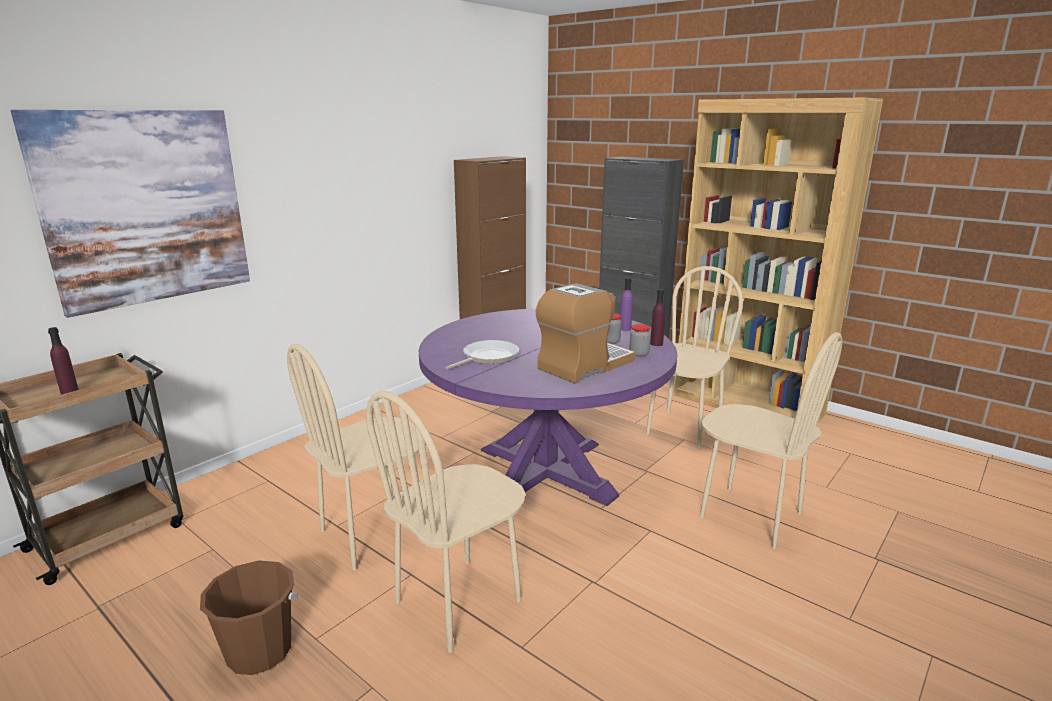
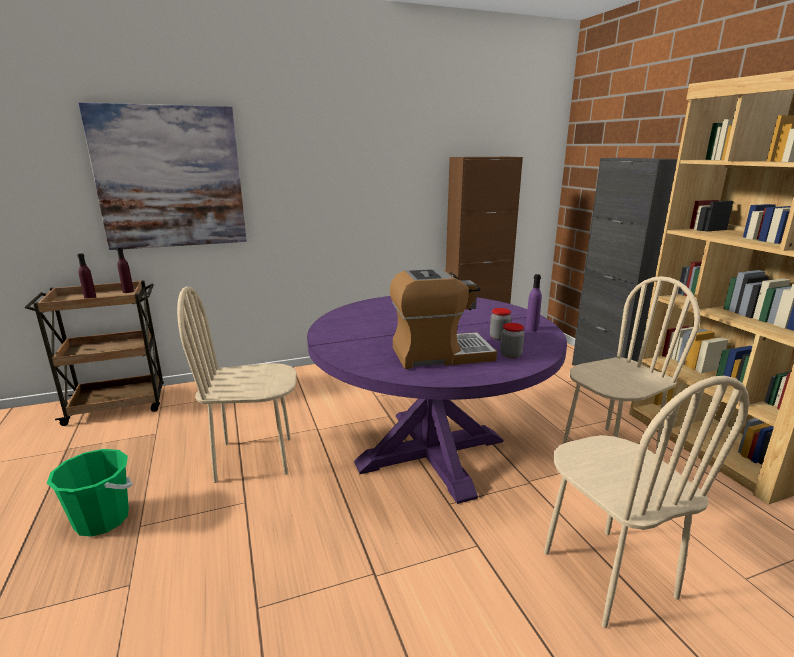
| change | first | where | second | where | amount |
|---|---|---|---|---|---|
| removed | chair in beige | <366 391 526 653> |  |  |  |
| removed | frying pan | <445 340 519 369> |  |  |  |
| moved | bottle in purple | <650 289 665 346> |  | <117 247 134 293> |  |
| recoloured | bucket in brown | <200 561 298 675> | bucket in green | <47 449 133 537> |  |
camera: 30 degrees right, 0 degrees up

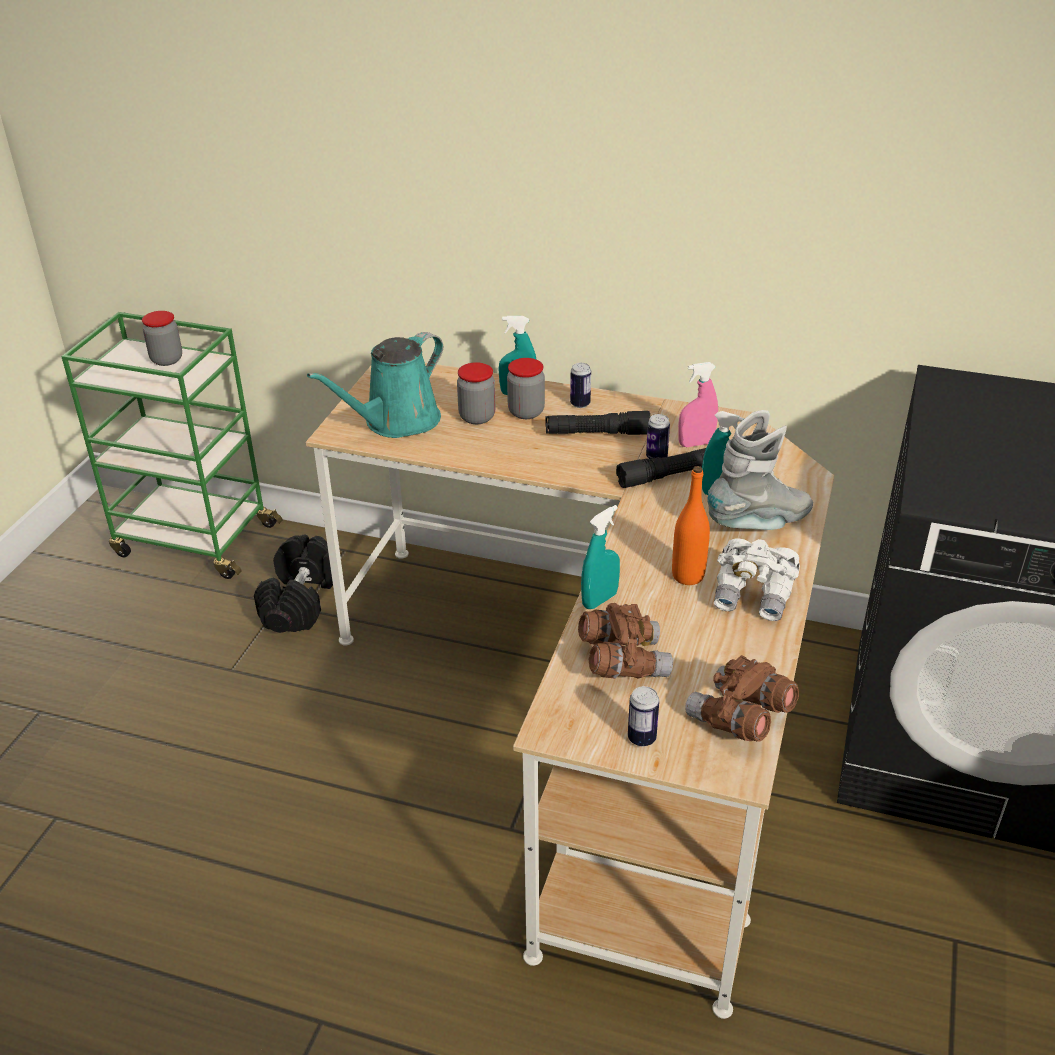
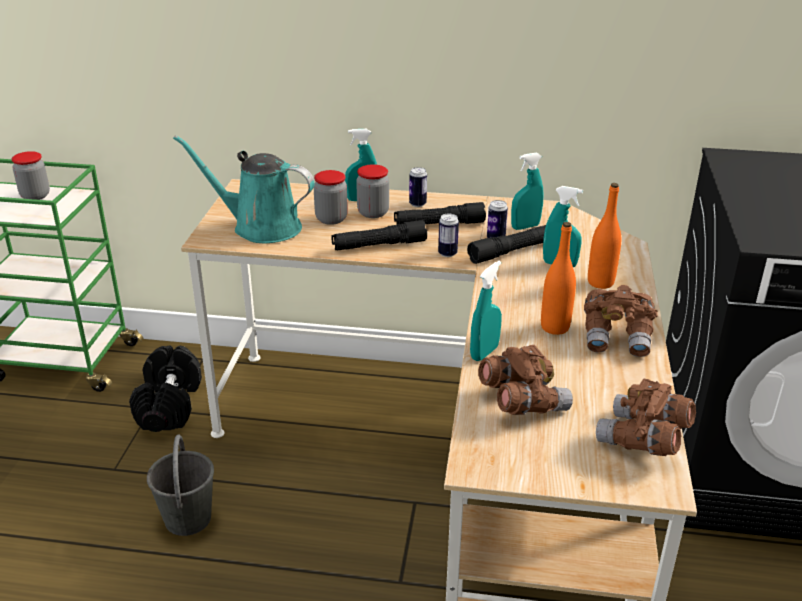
| change | first | where | second | where | amount |
|---|---|---|---|---|---|
| added |  |  | bucket in grey | <147 434 214 536> |  |
| added |  |  | flashlight in black | <331 220 427 251> |  |
| moved | can | <628 686 659 747> |  | <438 214 459 257> |  |
| replaced | boot in grey | <707 410 813 530> | bottle in orange | <588 183 621 289> |  |
| recoloured | spray bottle in pink | <678 362 718 447> | spray bottle in turquoise | <511 153 544 230> |  |
| recoloured | binoculars in white | <714 539 800 621> | binoculars in brown | <584 285 658 357> |  |
| turned | watering can in turquoise | <307 332 443 438> |  | <173 135 315 243> | 75 degrees clockwise |
camera: 10 degrees left, 5 degrees down

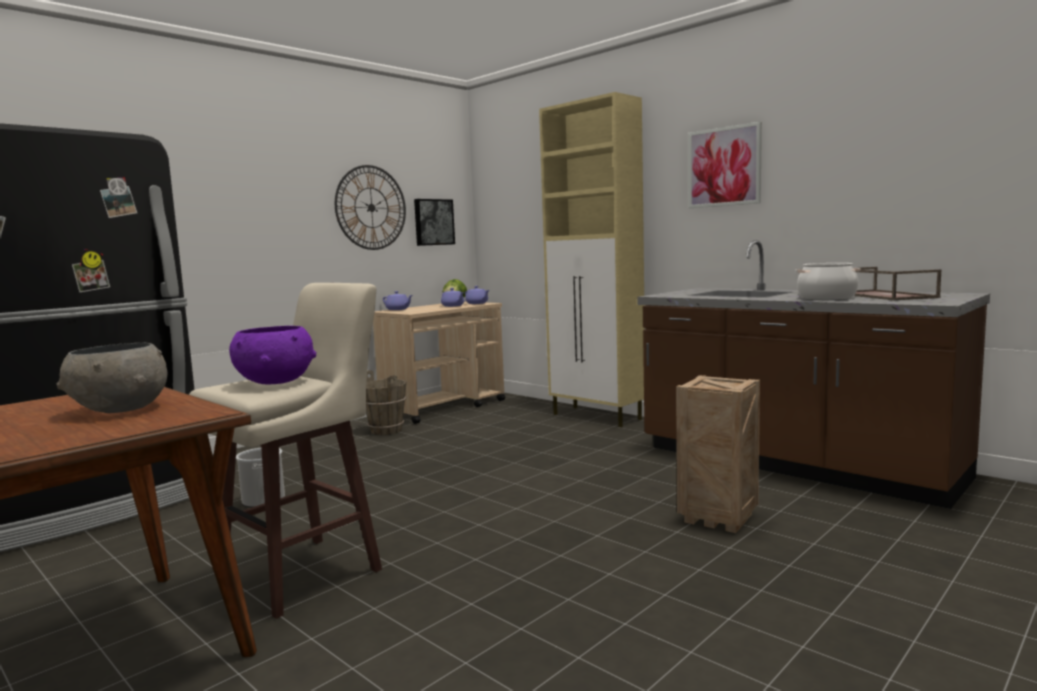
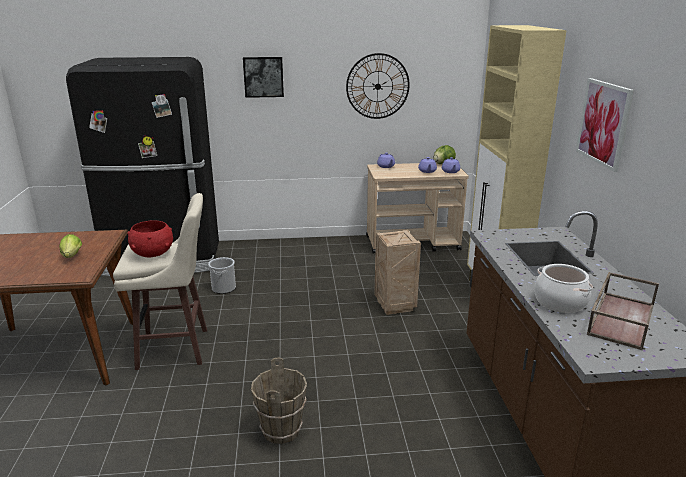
| change | first | where | second | where | amount |
|---|---|---|---|---|---|
| moved | bucket in brown | <366 370 407 435> |  | <251 358 307 444> |  |
| moved | picture | <414 199 455 246> |  | <243 57 284 98> |  |
| moved | crate | <676 375 760 533> |  | <374 230 421 315> |  |
| replaced | bowl in grey | <57 343 168 413> | lettuce | <59 234 82 258> |  |
| recoloured | bowl in purple | <229 326 316 384> | bowl in red | <127 220 173 257> |  |
camera: 40 degrees right, 15 degrees up

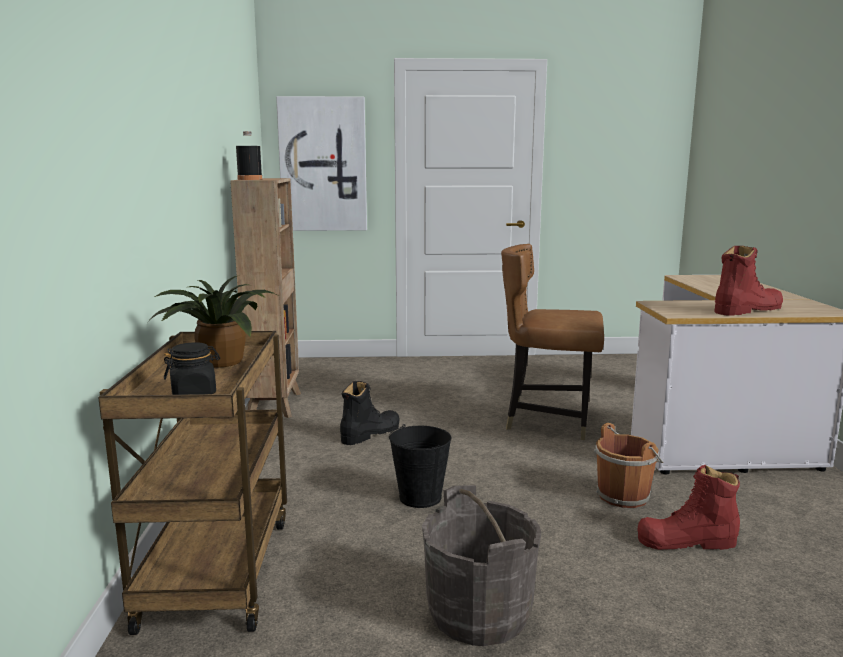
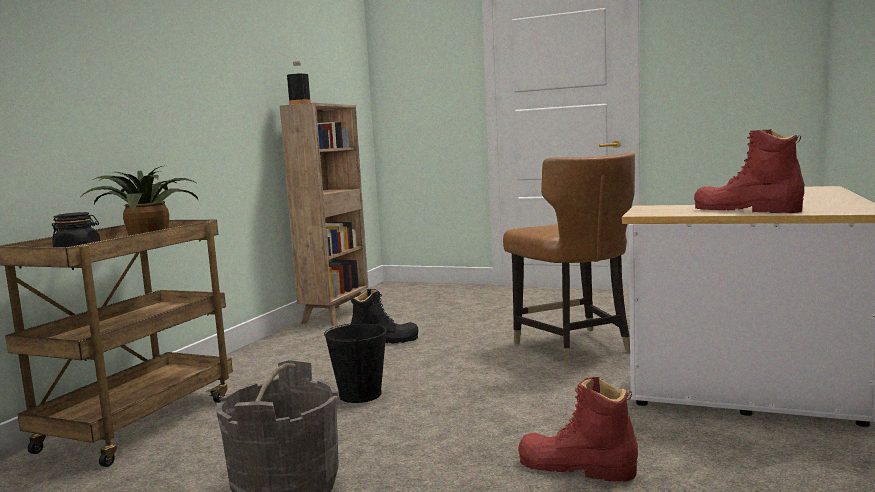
| change | first | where | second | where | amount |
|---|---|---|---|---|---|
| removed | picture | <276 96 367 231> |  |  |  |
| removed | bucket in brown | <594 423 664 508> |  |  |  |
| turned | chair in brown | <501 244 604 440> |  | <503 152 635 364> | 150 degrees counterclockwise |
| turned | boot in red | <714 245 783 316> |  | <694 130 804 213> | 135 degrees counterclockwise |
camera: 25 degrees right, 5 degrees down

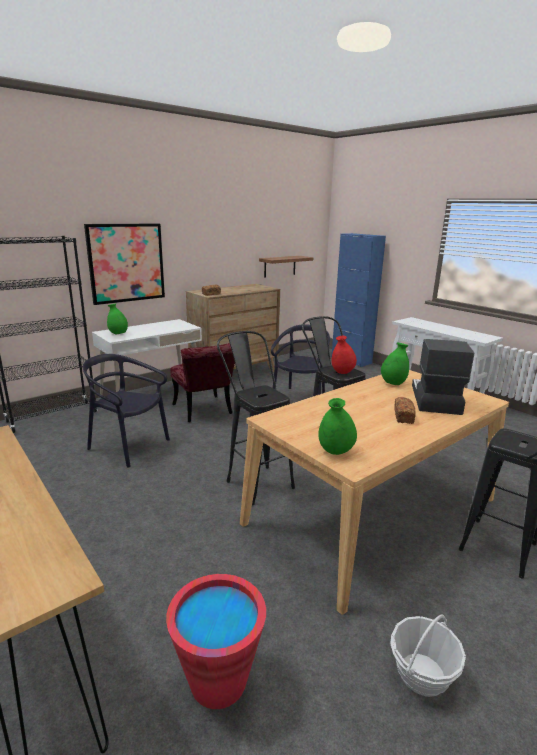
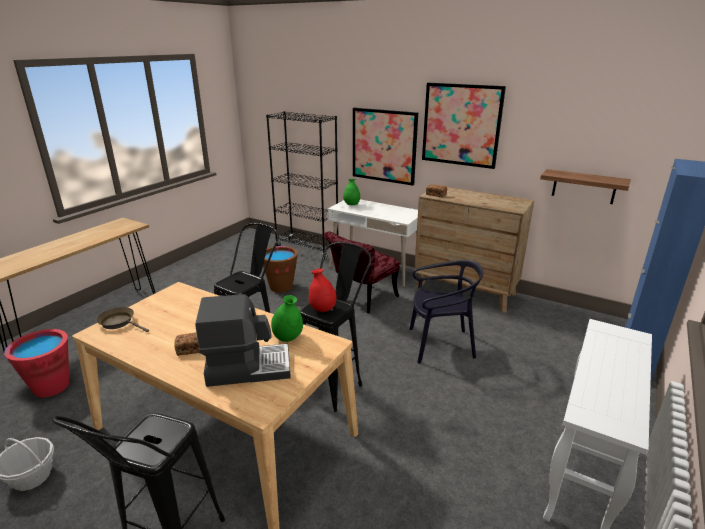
| change | first | where | second | where | amount |
|---|---|---|---|---|---|
| added |  |  | picture | <422 83 506 169> |  |
| replaced | chair in black | <83 354 170 468> | bucket in brown | <263 246 298 293> |  |
| replaced | vase in green | <318 398 357 455> | frying pan in brown | <96 307 149 332> |  |
camera: 70 degrees right, 5 degrees up

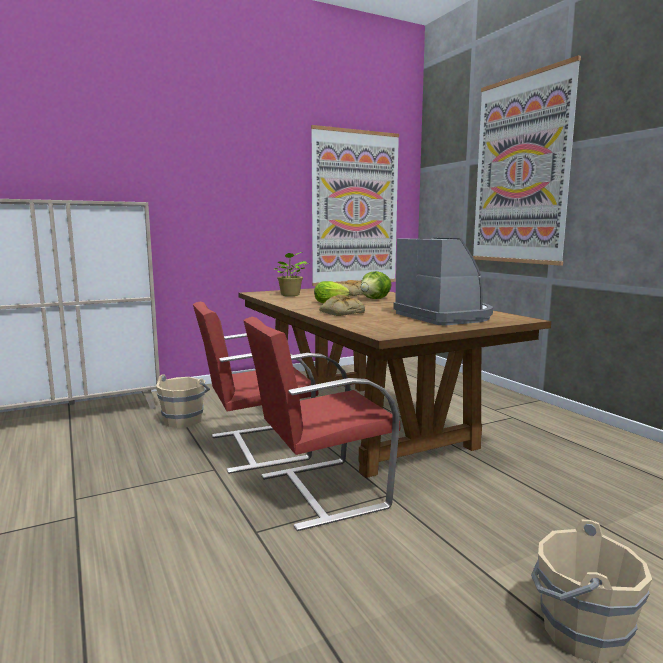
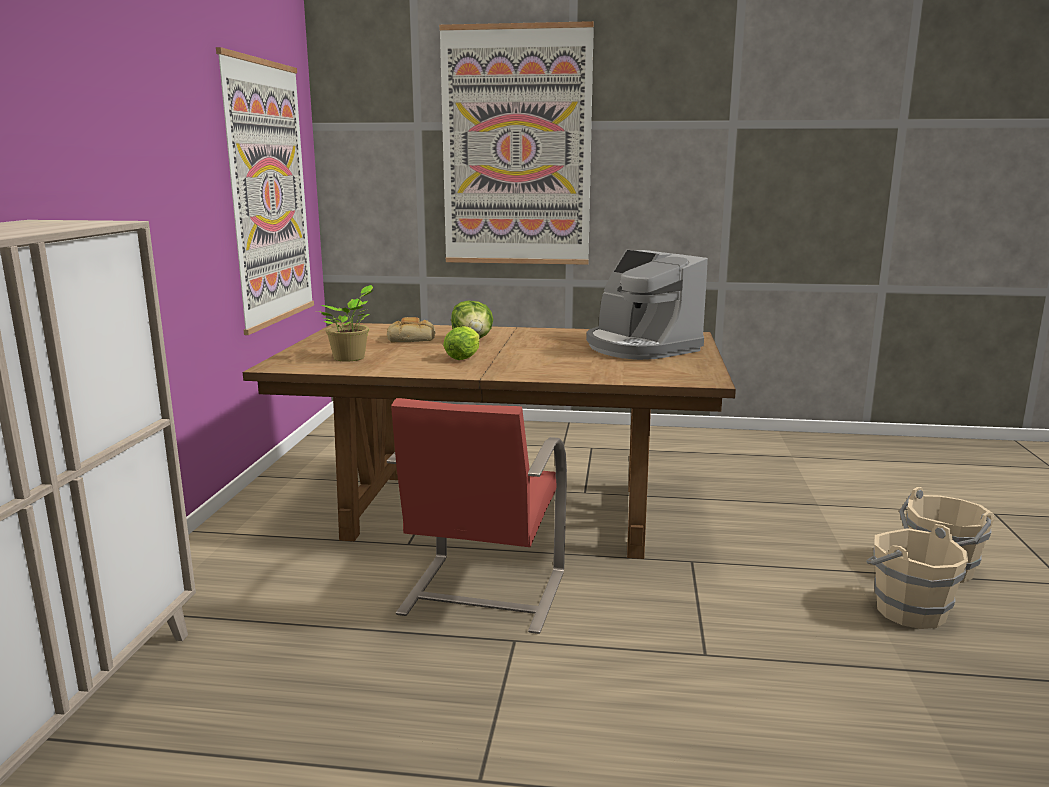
| change | first | where | second | where | amount |
|---|---|---|---|---|---|
| removed | chair in red | <243 317 400 531> |  |  |  |
| removed | bread | <319 295 365 316> |  |  |  |
| moved | bucket in beige | <156 374 210 428> |  | <866 524 968 629> |  |
| turned | coffee machine | <393 238 493 326> |  | <586 250 708 360> | 135 degrees counterclockwise |
camera: 55 degrees left, 5 degrees up

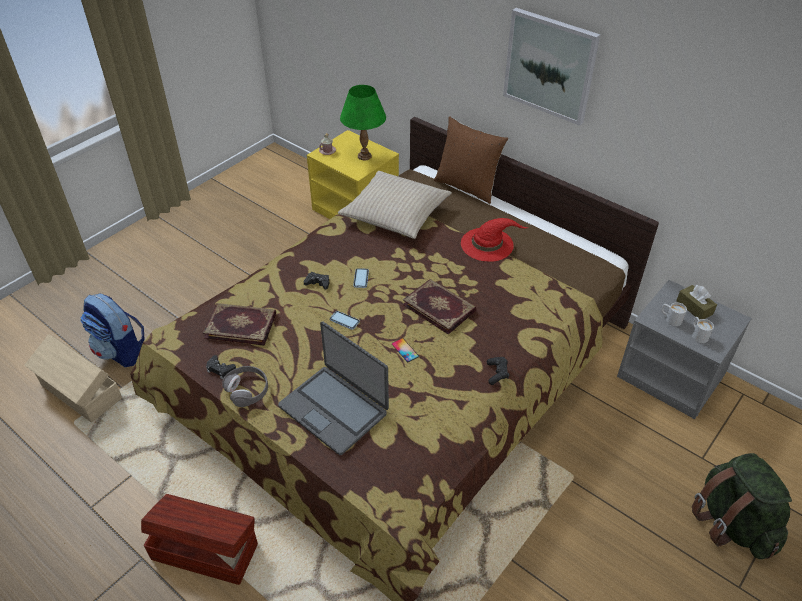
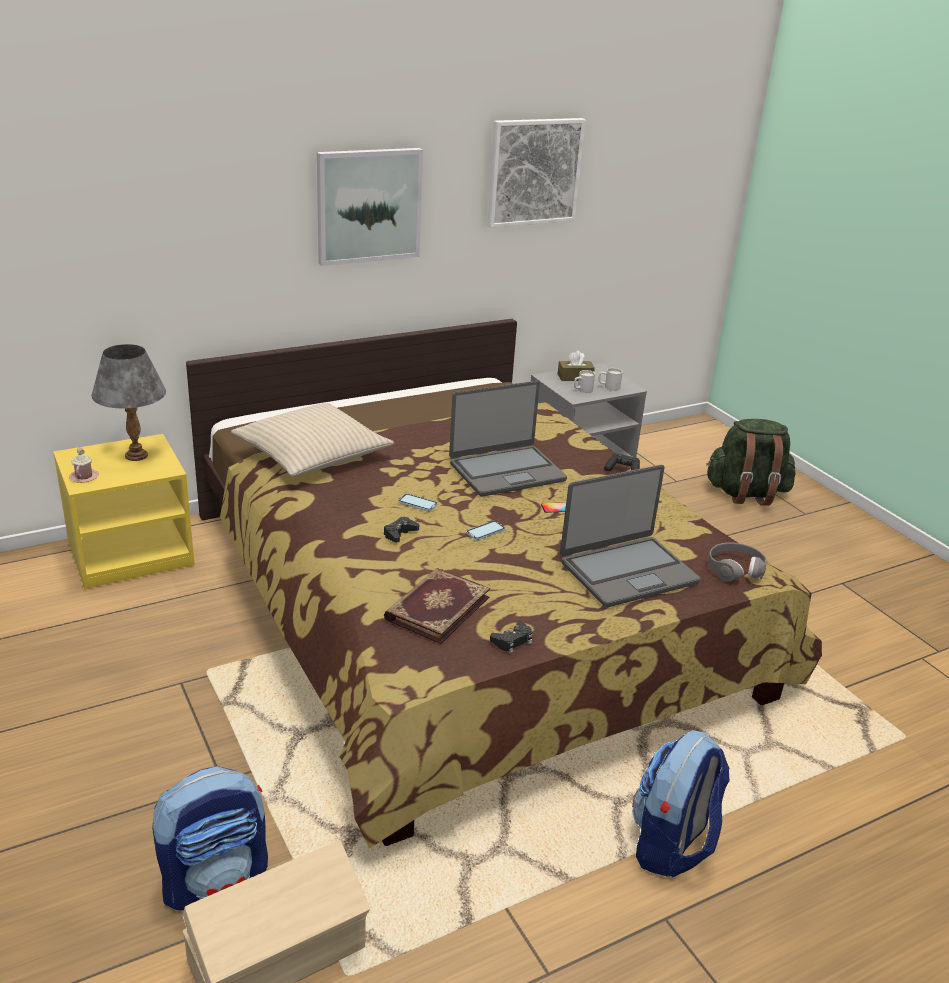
| change | first | where | second | where | amount |
|---|---|---|---|---|---|
| removed | pillow in brown | <434 116 508 204> |  |  |  |
| removed | hat in red | <461 218 529 262> |  |  |  |
| added |  |  | picture | <487 118 586 228> |  |
| moved | headphones in grey | <222 366 268 407> |  | <708 542 766 582> |  |
| replaced | storage box in brown | <141 494 258 585> | backpack | <632 730 730 877> |  |
| replaced | book | <403 279 476 334> | laptop | <449 381 567 497> |  |
| recoloured | table lamp in green | <340 85 386 160> | table lamp in grey | <91 344 166 461> |  |
camera: 70 degrees left, 15 degrees down

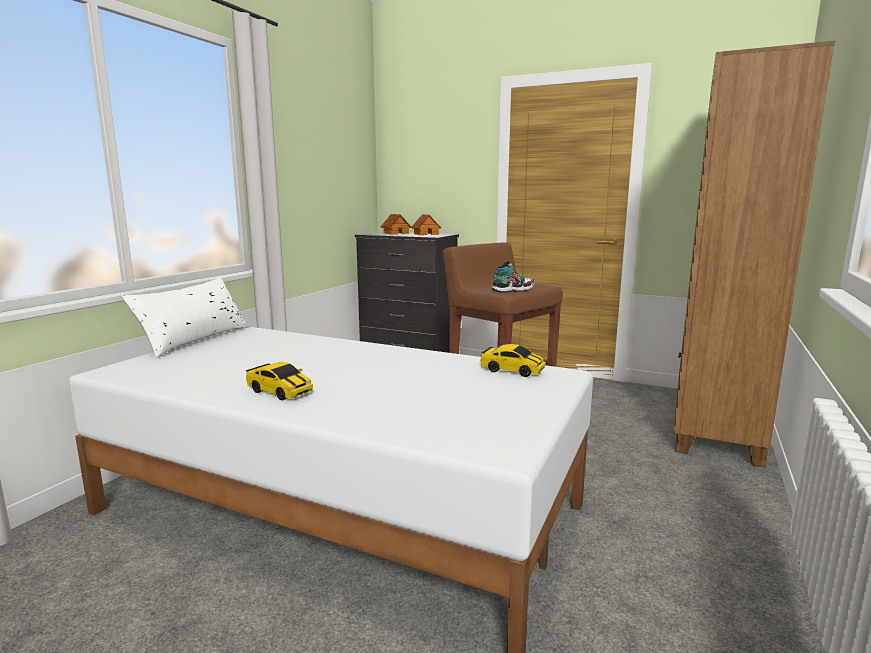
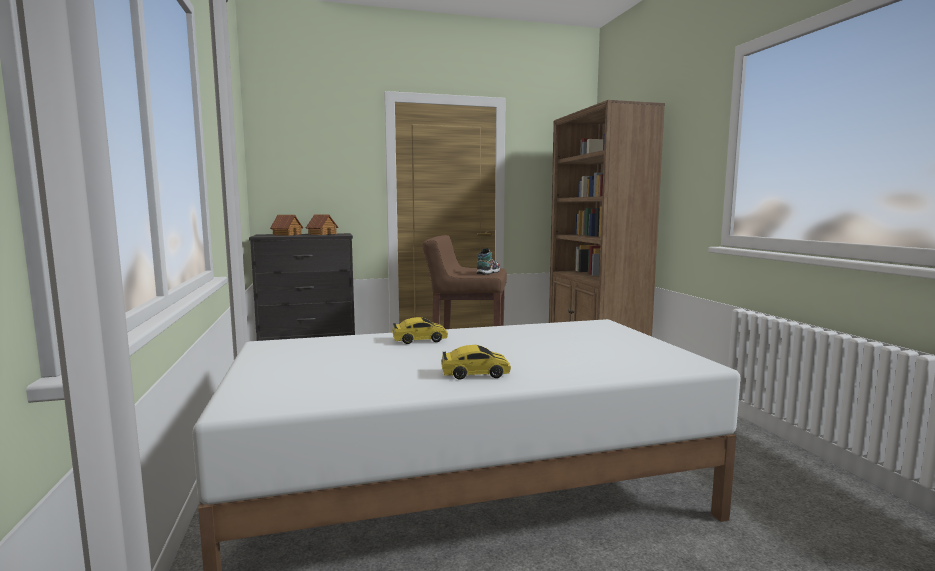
| change | first | where | second | where | amount |
|---|---|---|---|---|---|
| removed | pillow in white | <122 277 248 358> |  |  |  |
| moved | toy car | <480 344 546 377> |  | <392 317 448 344> |  |
camera: 40 degrees left, 5 degrees down

